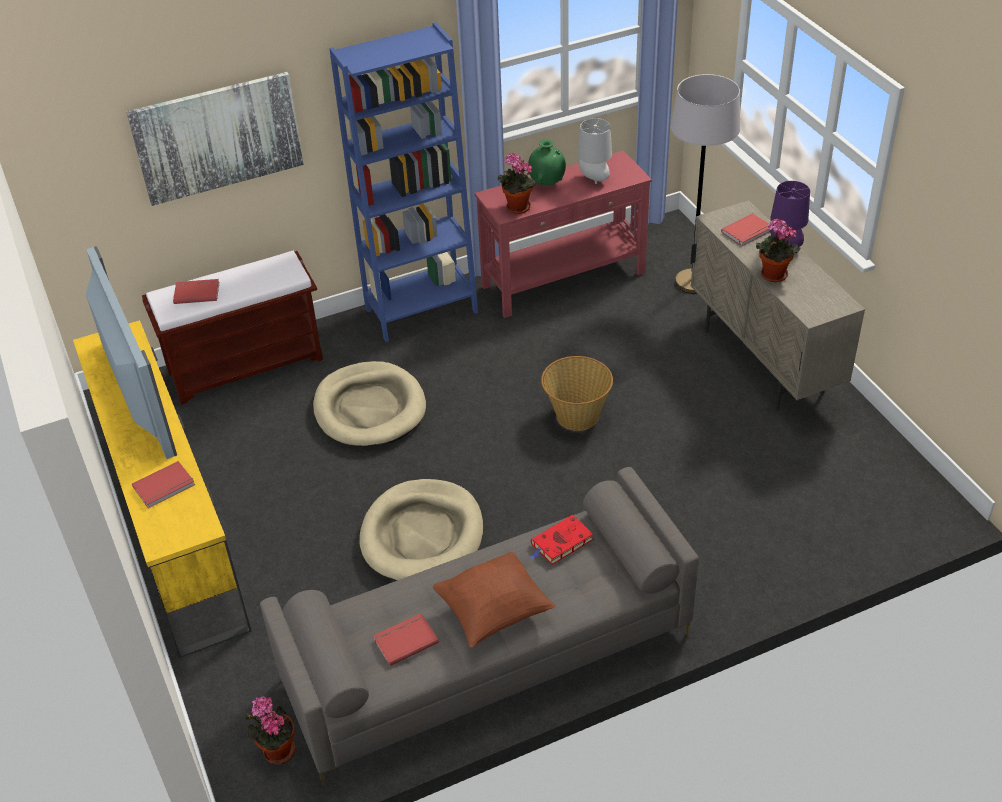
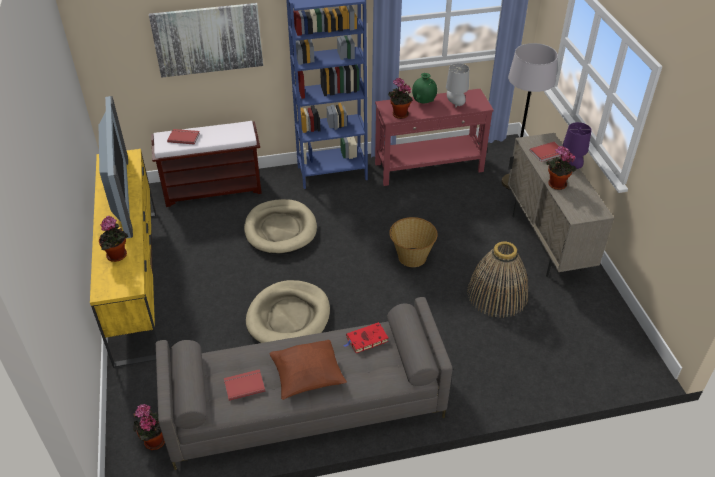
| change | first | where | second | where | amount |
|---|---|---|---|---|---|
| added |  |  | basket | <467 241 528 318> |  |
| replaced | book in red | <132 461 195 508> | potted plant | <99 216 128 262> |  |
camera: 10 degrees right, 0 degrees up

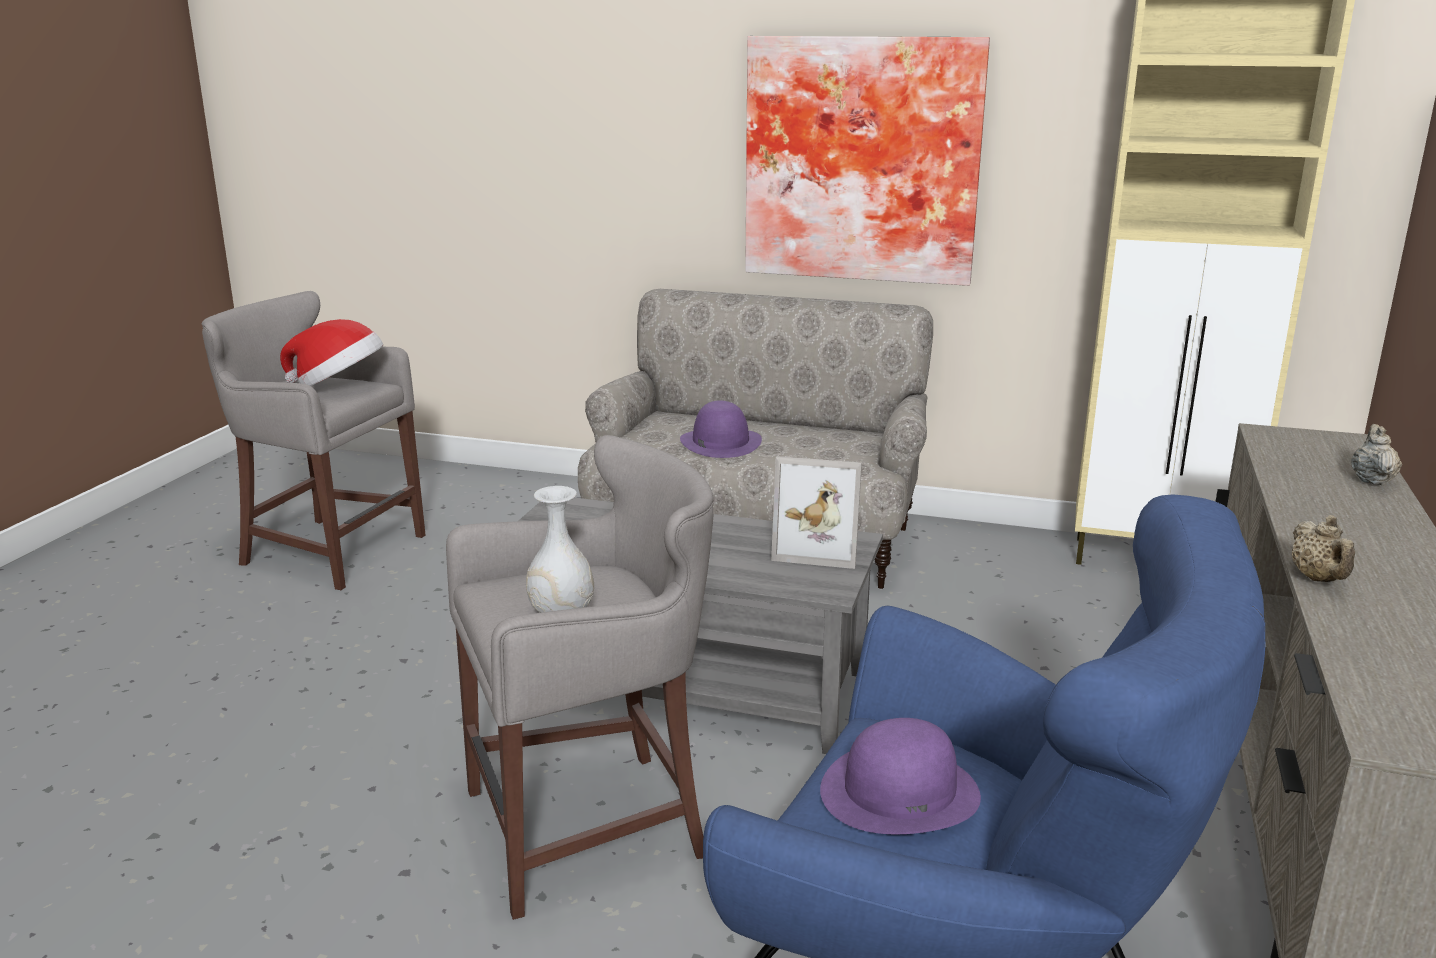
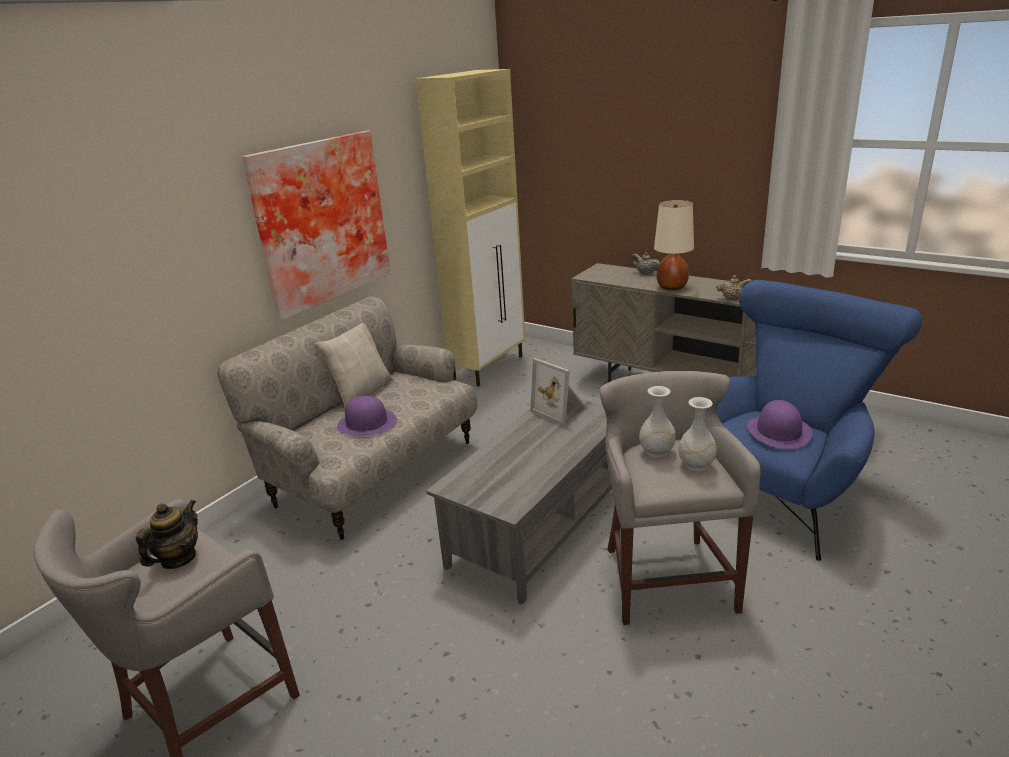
| change | first | where | second | where | amount |
|---|---|---|---|---|---|
| added |  |  | pillow in beige | <314 323 393 407> |  |
| added |  |  | vase in white | <639 386 676 458> |  |
| added |  |  | table lamp in beige | <654 200 694 290> |  |
| replaced | hat | <280 319 383 386> | teapot | <136 500 198 569> |  |
| turned | picture frame | <771 456 862 569> |  | <530 358 586 426> | 105 degrees clockwise |
camera: 70 degrees left, 5 degrees up

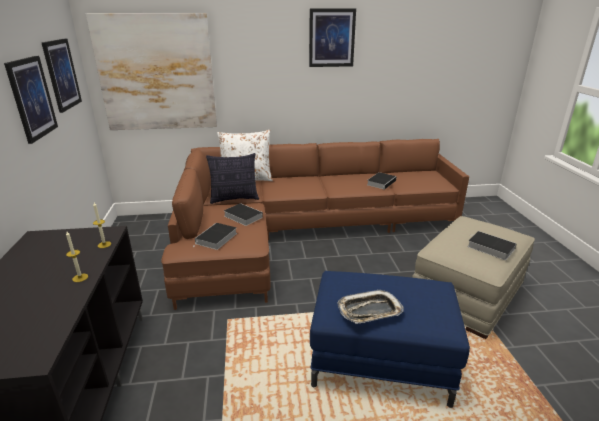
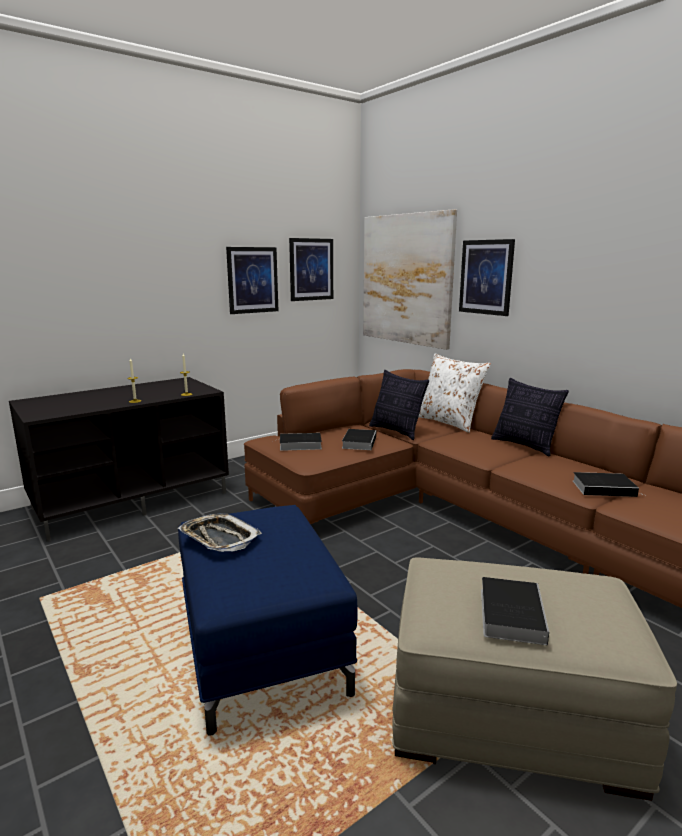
| change | first | where | second | where | amount |
|---|---|---|---|---|---|
| added |  |  | pillow | <491 378 569 456> |  |
| moved | picture | <309 8 356 67> |  | <459 239 515 316> |  |
camera: 60 degrees right, 10 degrees down

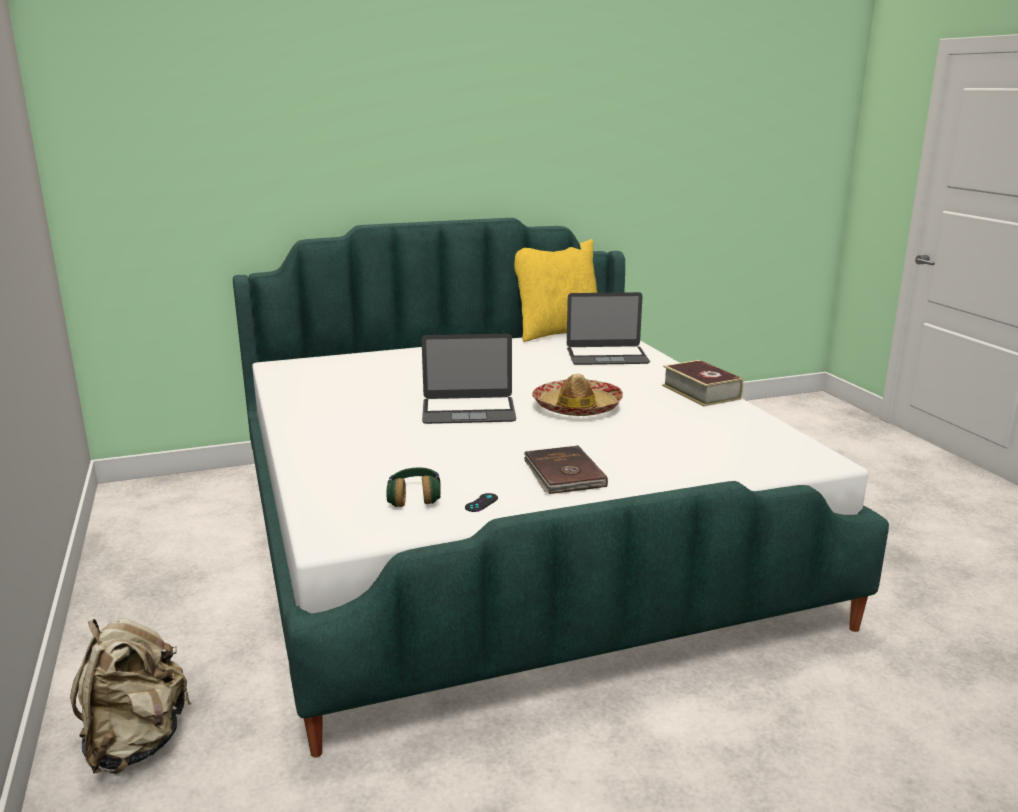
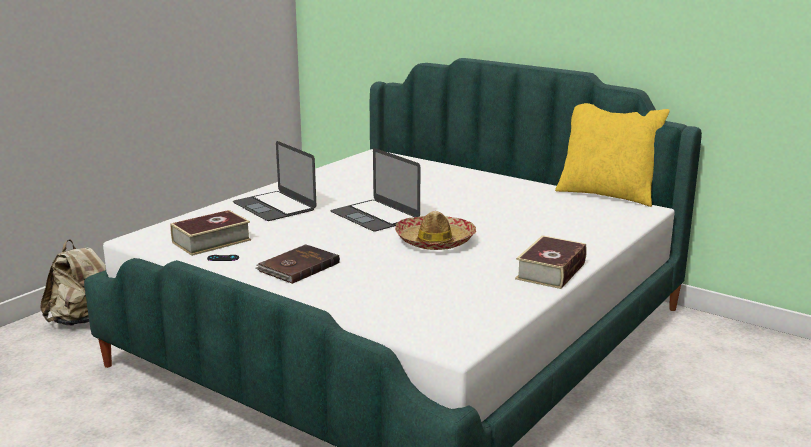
| change | first | where | second | where | amount |
|---|---|---|---|---|---|
| moved | laptop | <567 292 650 365> |  | <233 141 316 221> |  |
| replaced | headphones | <386 467 441 507> | book | <170 210 251 256> |  |
camera: 55 degrees right, 0 degrees up

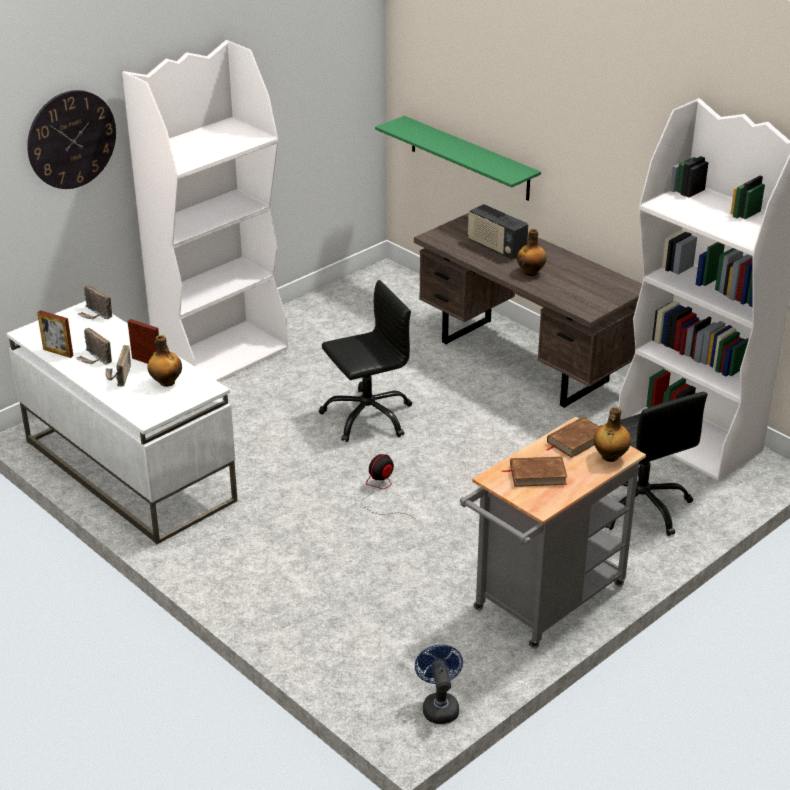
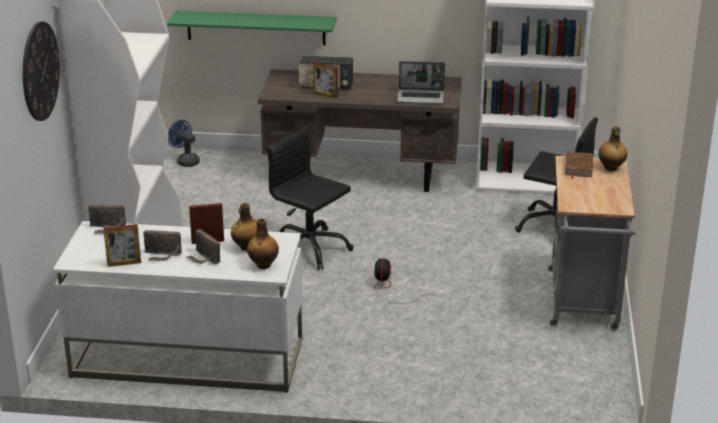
| change | first | where | second | where | amount |
|---|---|---|---|---|---|
| removed | book in brown | <502 456 567 487> |  |  |  |
| added |  |  | picture frame | <313 62 338 98> |  |
| added |  |  | laptop | <397 61 445 104> |  |
| moved | fan in blue | <415 645 463 724> |  | <168 120 200 167> |  |
| moved | bottle | <517 229 547 276> |  | <247 218 279 269> |  |
| turned | office chair in black | <319 280 412 442> |  | <267 127 354 270> | 75 degrees counterclockwise |
camera: 40 degrees left, 5 degrees down

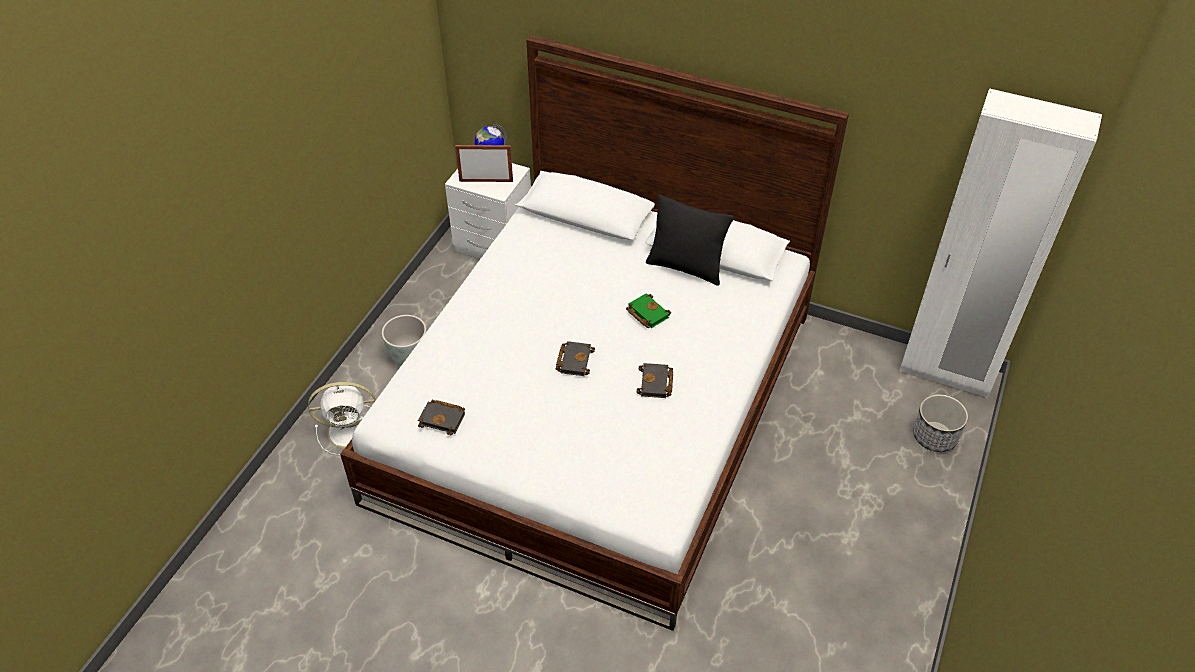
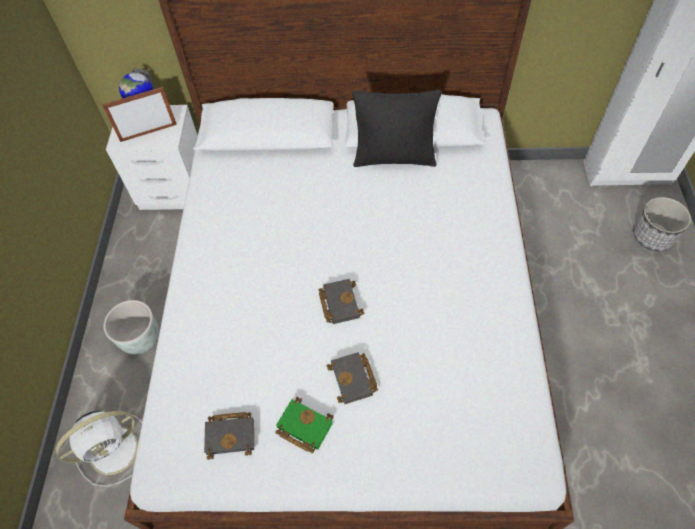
| change | first | where | second | where | amount |
|---|---|---|---|---|---|
| moved | book in green | <626 294 671 328> |  | <275 397 334 453> |  |
| moved | book in black | <636 363 673 398> |  | <327 352 378 404> |  |
camera: 20 degrees left, 10 degrees up

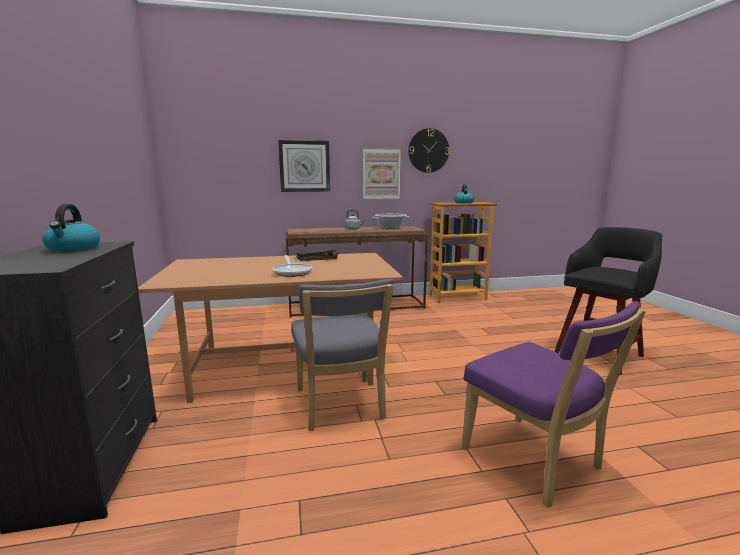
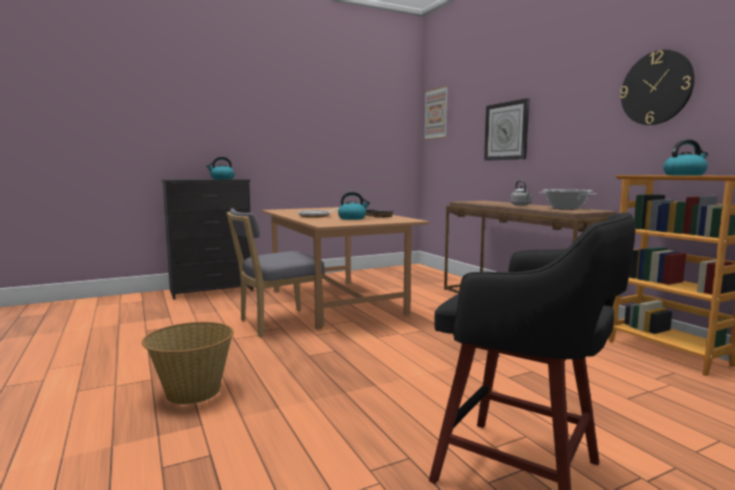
| change | first | where | second | where | amount |
|---|---|---|---|---|---|
| added |  |  | kettle | <338 192 370 220> |  |
| moved | picture | <363 148 401 200> |  | <424 86 448 140> |  |
| replaced | chair in purple | <462 301 646 508> | basket | <142 322 234 405> |  |
camera: 75 degrees right, 5 degrees down

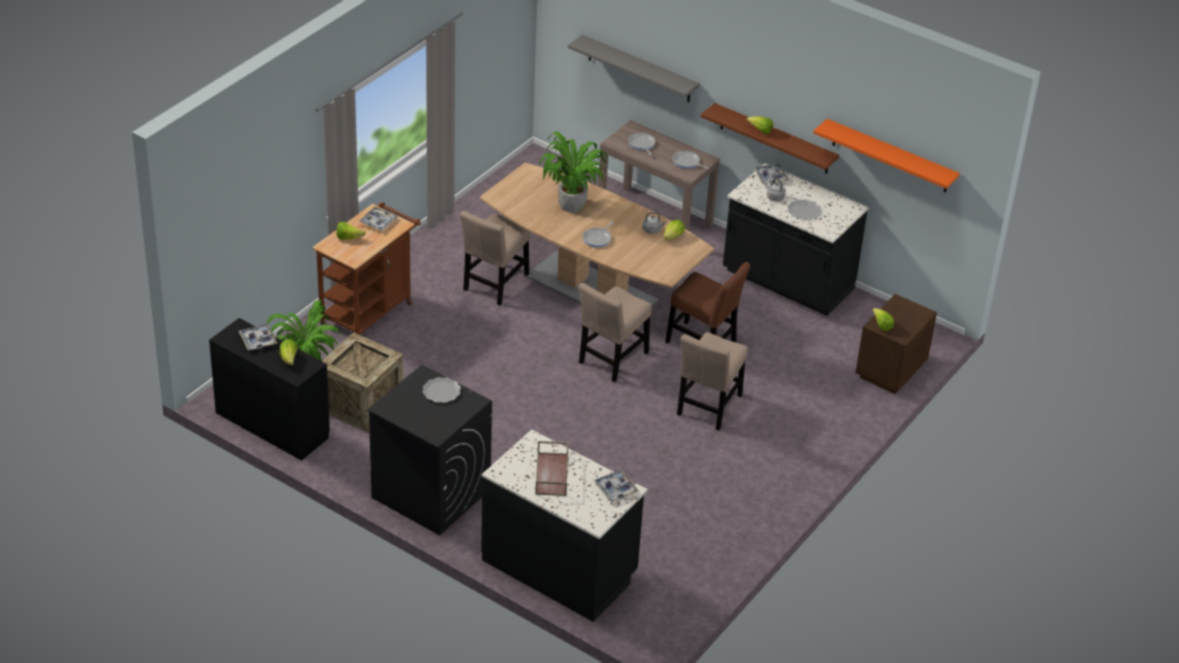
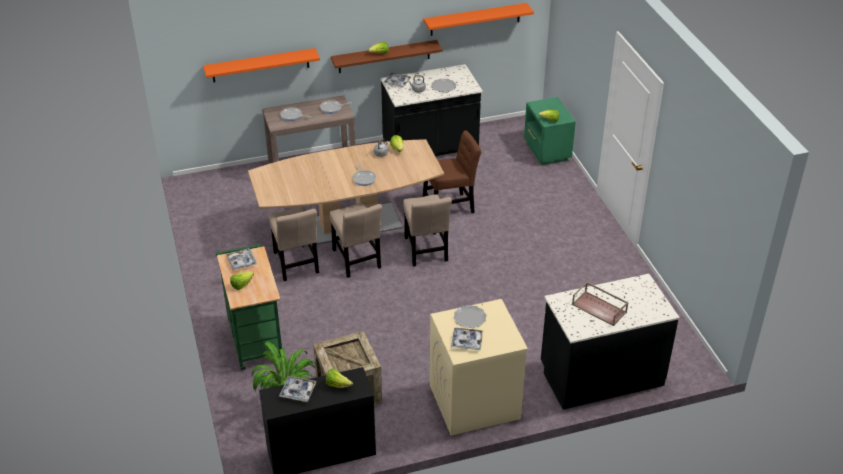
| change | first | where | second | where | amount |
|---|---|---|---|---|---|
| removed | potted plant | <538 131 607 212> |  |  |  |
| moved | tray | <593 470 639 502> |  | <451 328 483 350> |  |
| moved | chair in beige | <677 332 748 430> |  | <330 203 382 278> |  |
| recoloured | cart in brown | <312 202 421 335> | cart in green | <216 243 282 370> |  |
| recoloured | washing machine in black | <367 365 492 536> | washing machine in beige | <430 299 528 436> |  |
| recoloured | shelf in grey | <568 35 700 102> | shelf in orange | <203 48 320 82> |  |
| recoloured | nightstand in brown | <855 294 937 394> | nightstand in green | <524 97 576 165> |  |
camera: 50 degrees left, 0 degrees up

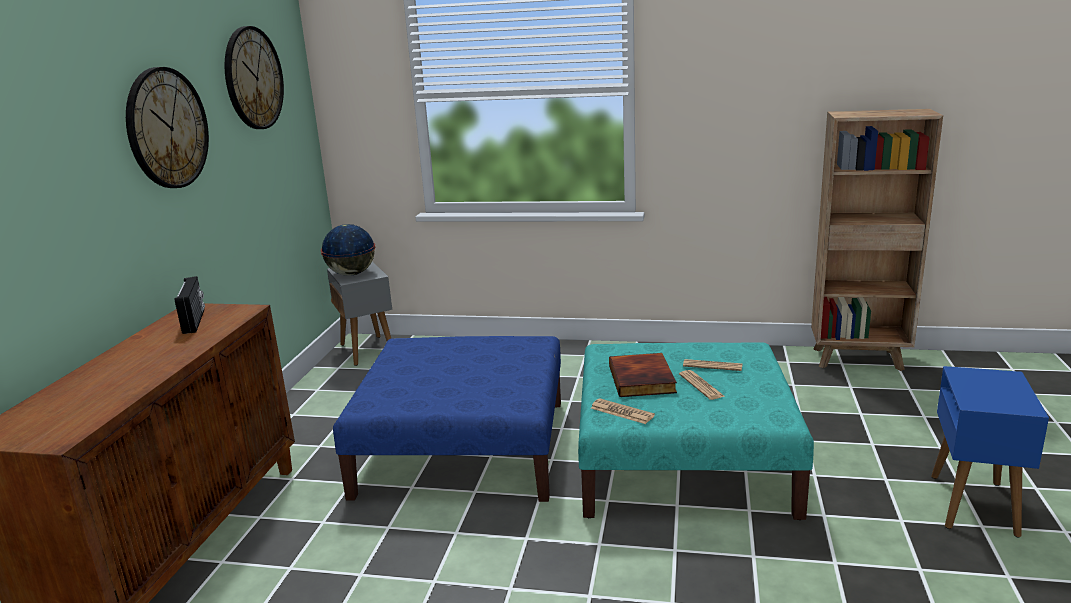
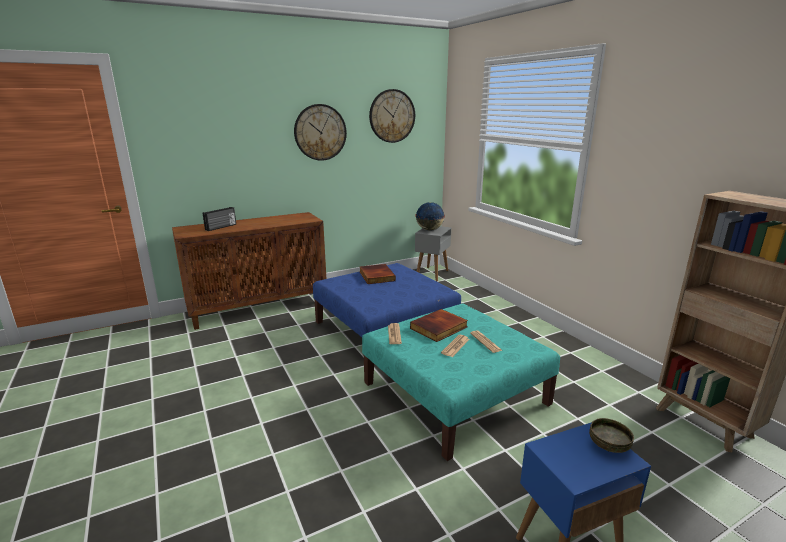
| change | first | where | second | where | amount |
|---|---|---|---|---|---|
| added |  |  | book | <360 264 396 284> |  |
| added |  |  | bowl | <589 418 634 453> |  |
| moved | radio | <174 276 205 334> |  | <203 207 236 231> |  |
camera: 50 degrees right, 0 degrees up

